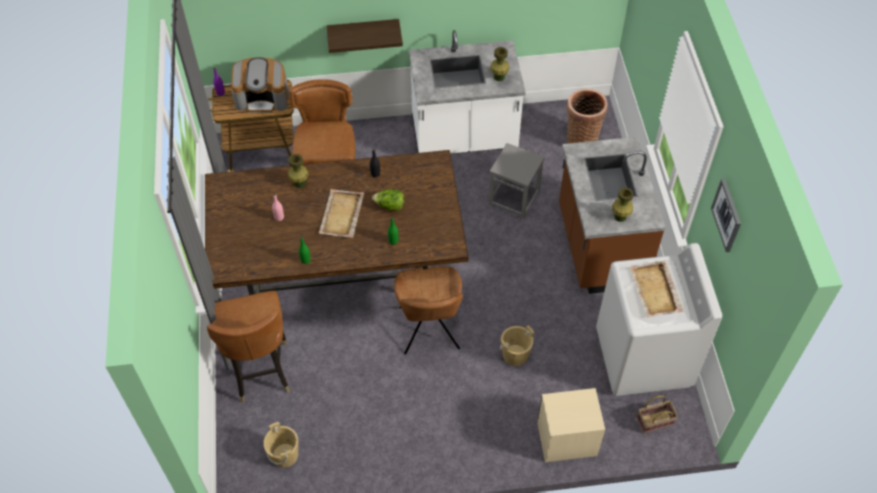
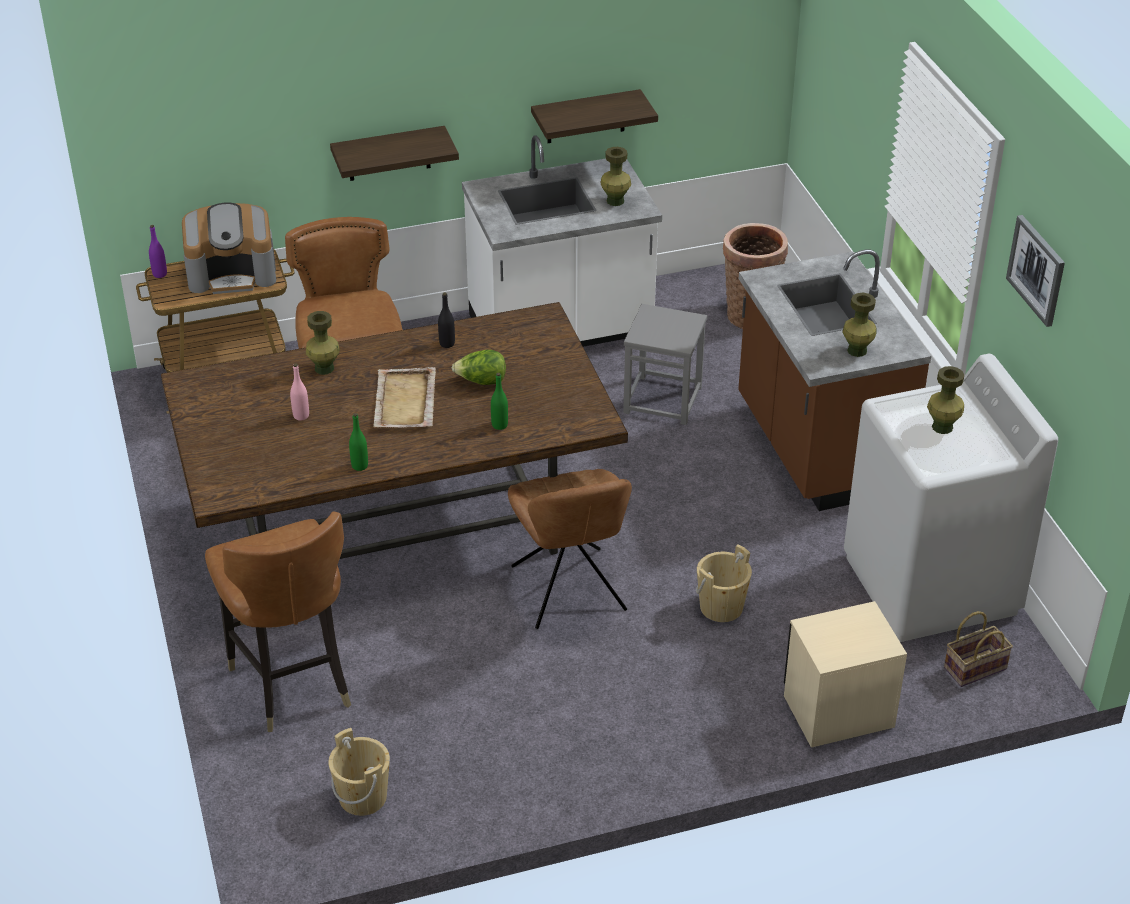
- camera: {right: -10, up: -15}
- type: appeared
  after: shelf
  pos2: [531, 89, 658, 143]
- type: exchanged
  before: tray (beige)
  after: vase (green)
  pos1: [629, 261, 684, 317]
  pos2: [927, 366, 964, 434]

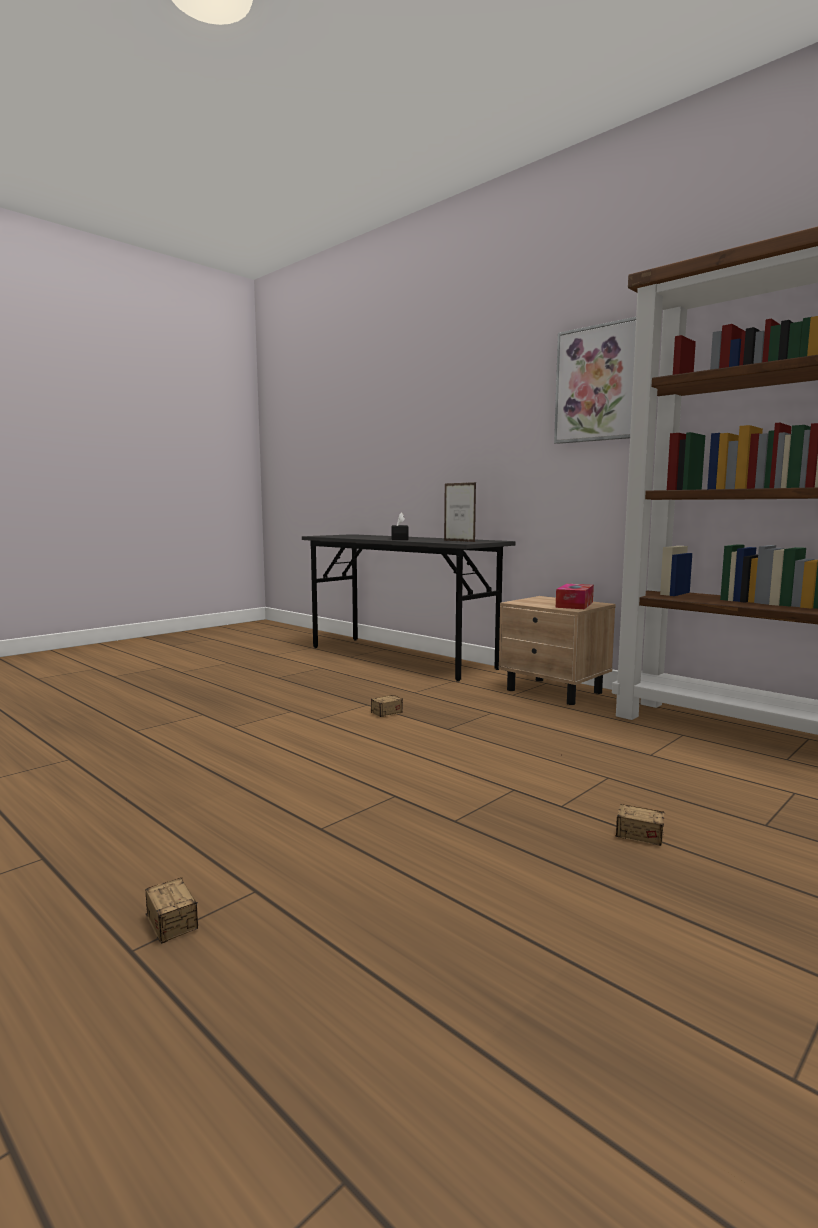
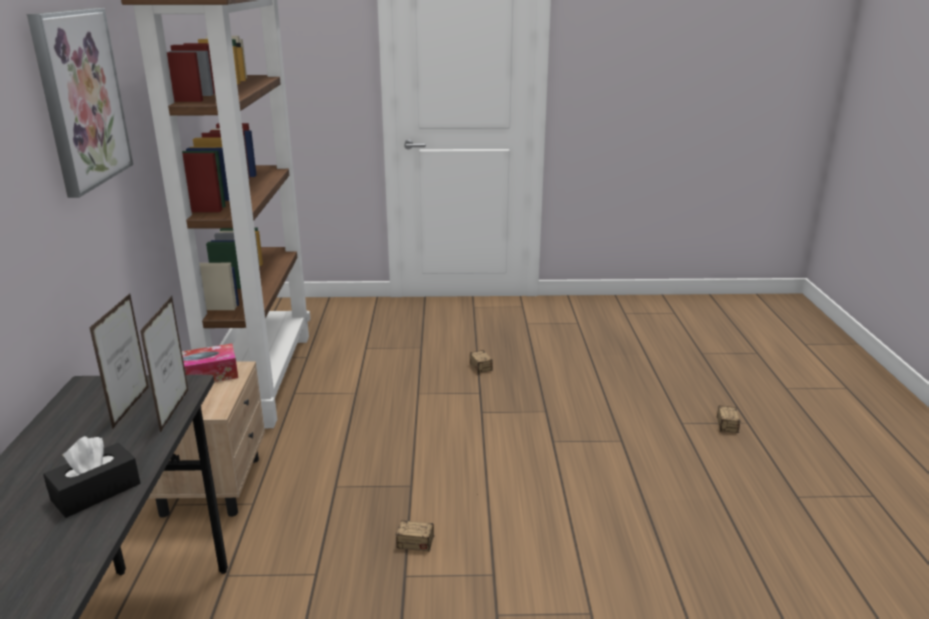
- camera: {right: -135, up: 15}
- type: appeared
  after: picture frame
  pos2: [140, 296, 188, 433]

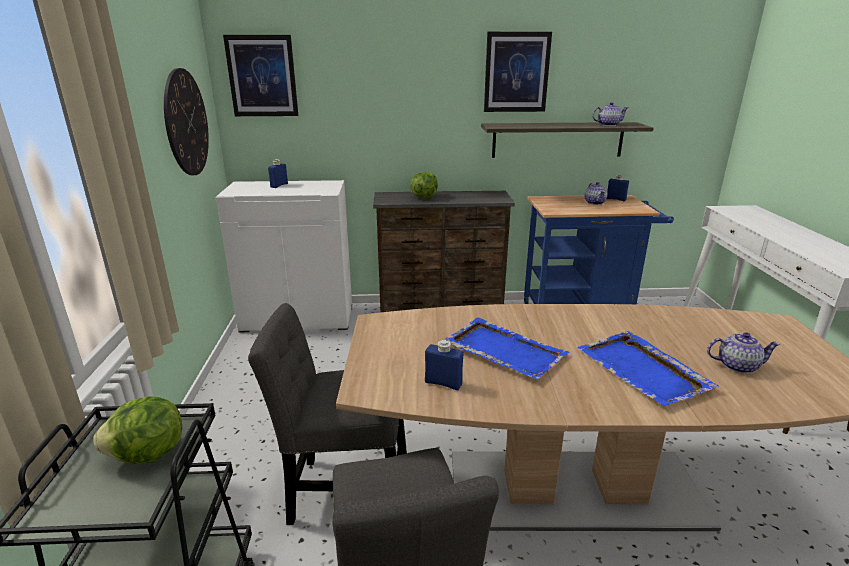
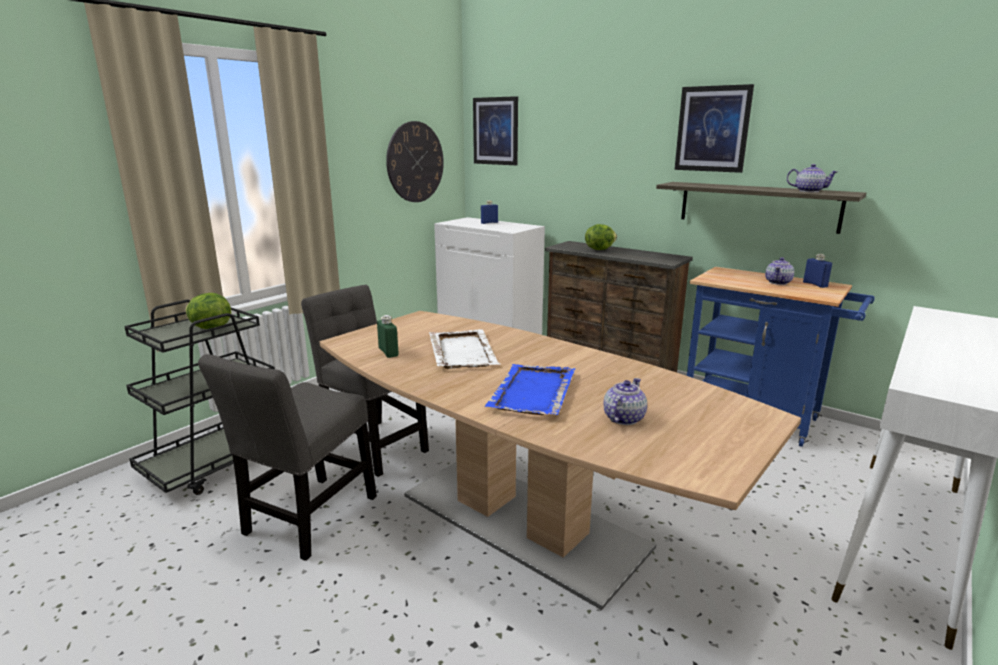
- camera: {right: 40, up: -5}
- type: colour
  before: bottle (blue)
  after: bottle (green)
  pos1: [425, 340, 463, 390]
  pos2: [377, 315, 399, 358]
- type: colour
  before: tray (blue)
  after: tray (white)
  pos1: [443, 317, 569, 379]
  pos2: [429, 329, 500, 369]
- type: spun
  before: teapot
  pos1: [707, 332, 780, 373]
  pos2: [604, 378, 647, 425]
  turn: -105

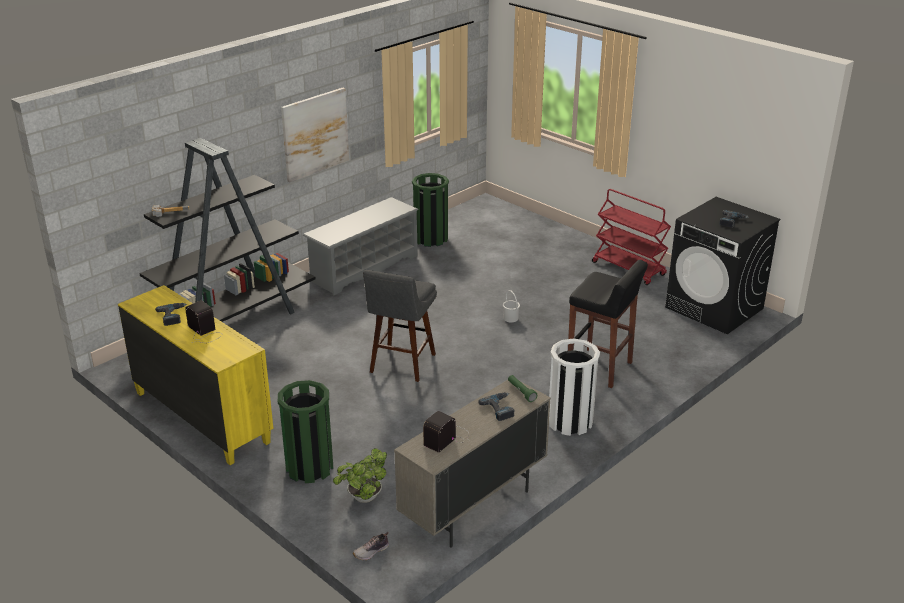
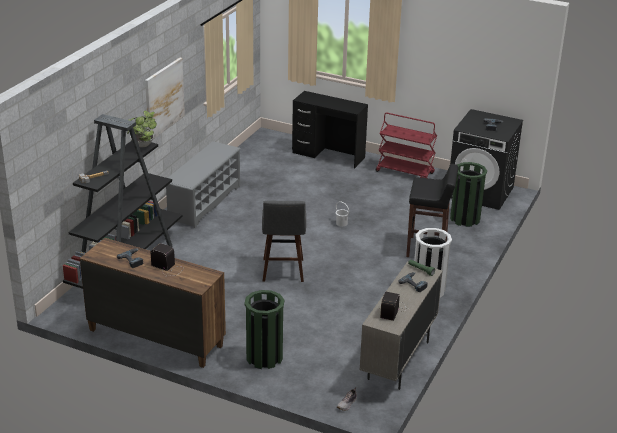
- camera: {right: -20, up: 0}
- type: appeared
  after: desk (black)
  pos2: [292, 91, 368, 168]
- type: relocated
  before: potted plant
  pos1: [333, 448, 387, 503]
  pos2: [127, 111, 157, 147]
- type: relocated
  before: trash can (green)
  pos1: [412, 173, 449, 247]
  pos2: [450, 162, 487, 227]
- type: colour
  before: dresser (yellow)
  after: dresser (brown)
  pos1: [118, 285, 274, 465]
  pos2: [80, 238, 226, 368]

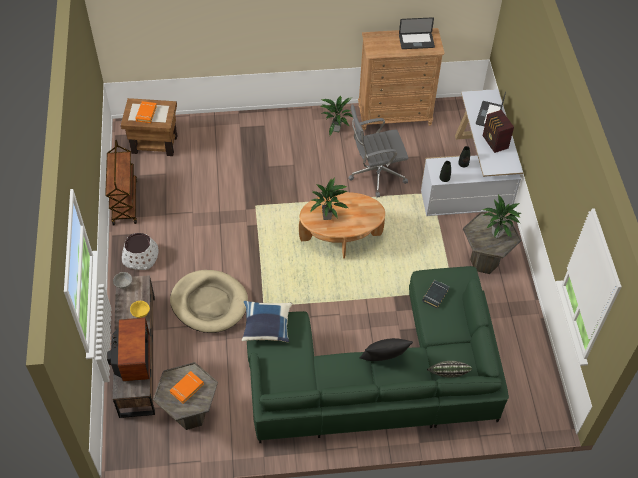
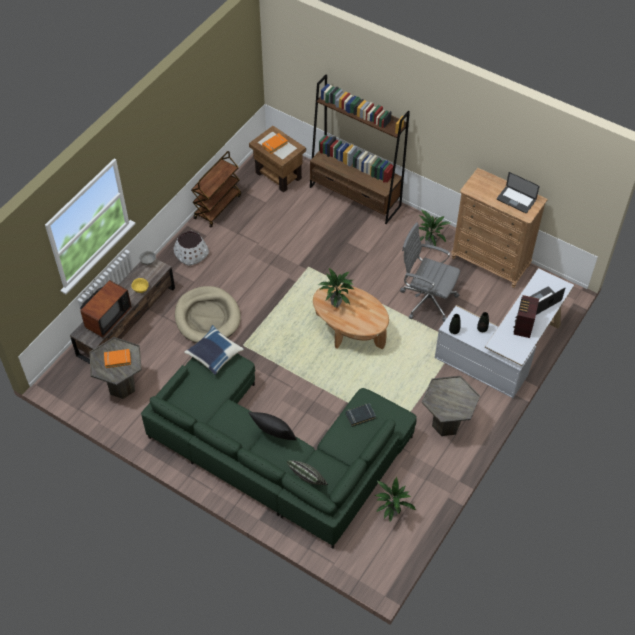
- camera: {right: 40, up: 0}
- type: appeared
  after: bookcase (brown)
  pos2: [310, 75, 410, 224]
- type: relocated
  before: potted plant
  pos1: [482, 194, 521, 238]
  pos2: [374, 476, 416, 522]

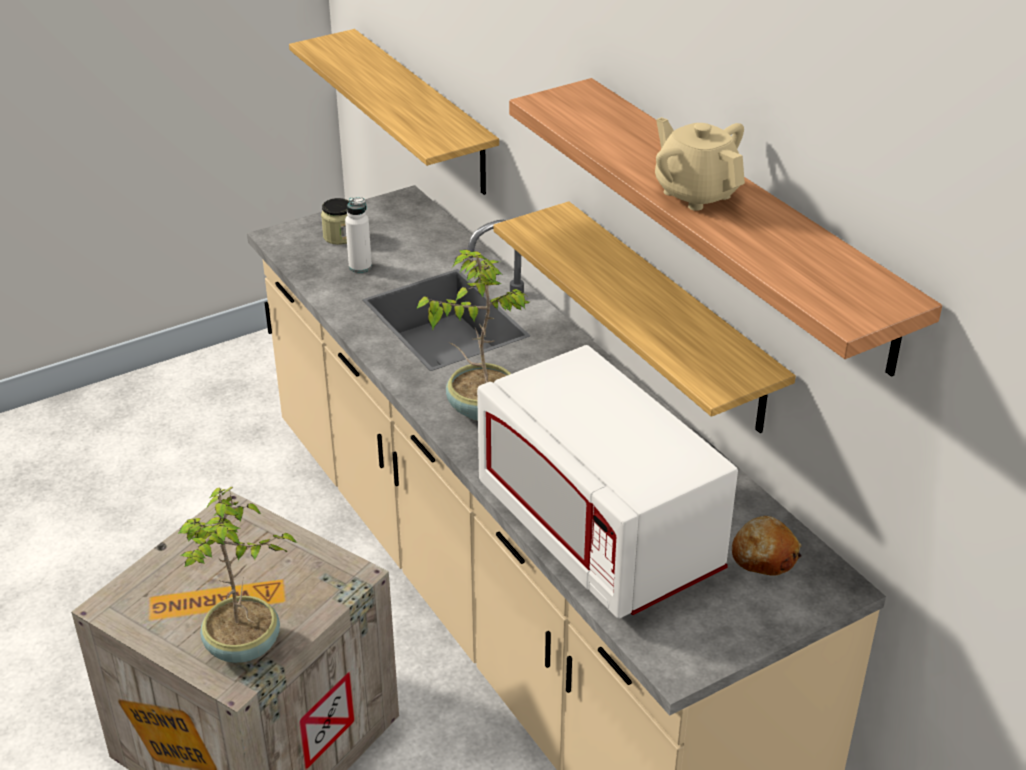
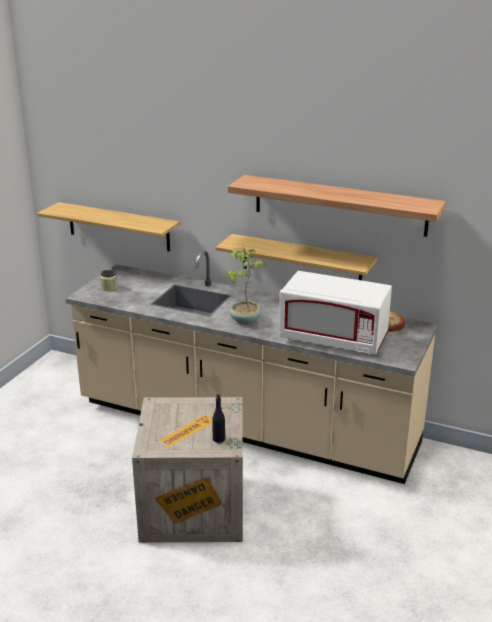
- camera: {right: -35, up: -10}
- type: missing
  before: bottle (white)
  pos1: [345, 197, 372, 273]
- type: missing
  before: teapot (beige)
  pos1: [655, 117, 745, 211]
- type: exchanged
  before: potted plant
  after: bottle (black)
  pos1: [177, 487, 297, 663]
  pos2: [212, 393, 225, 443]

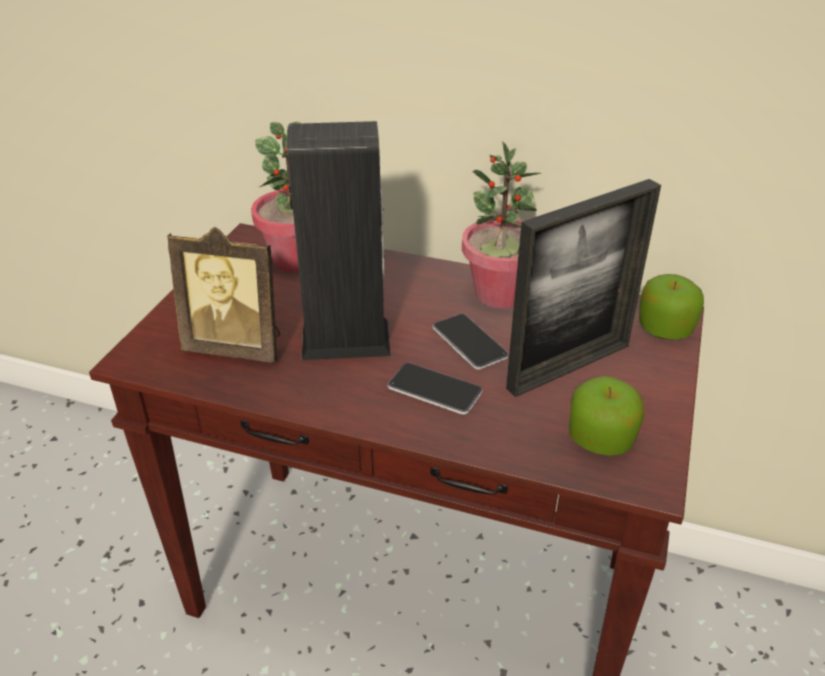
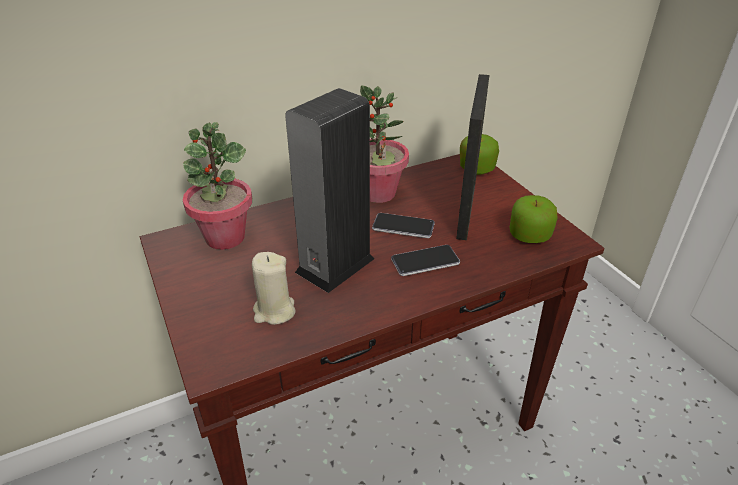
- camera: {right: -45, up: 0}
- type: exchanged
  before: picture frame
  after: candle (beige)
  pos1: [167, 227, 280, 363]
  pos2: [252, 252, 296, 325]

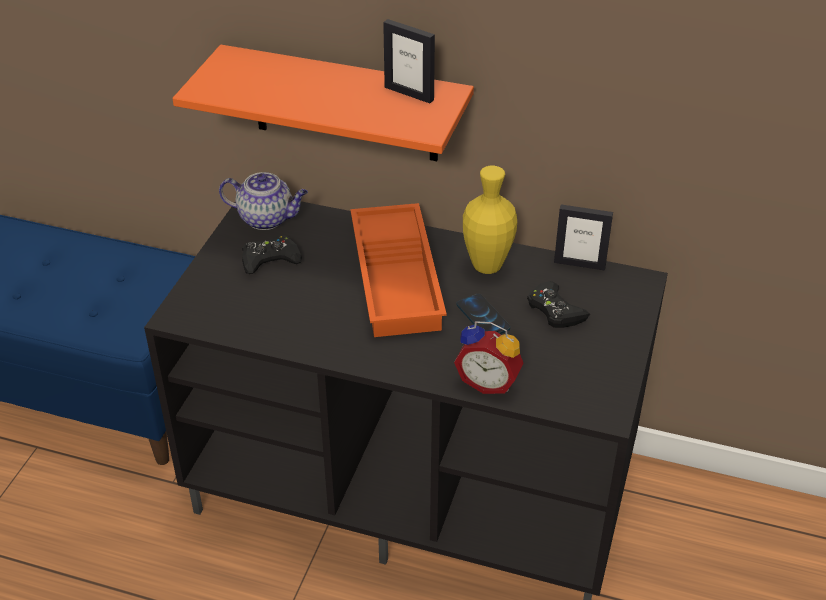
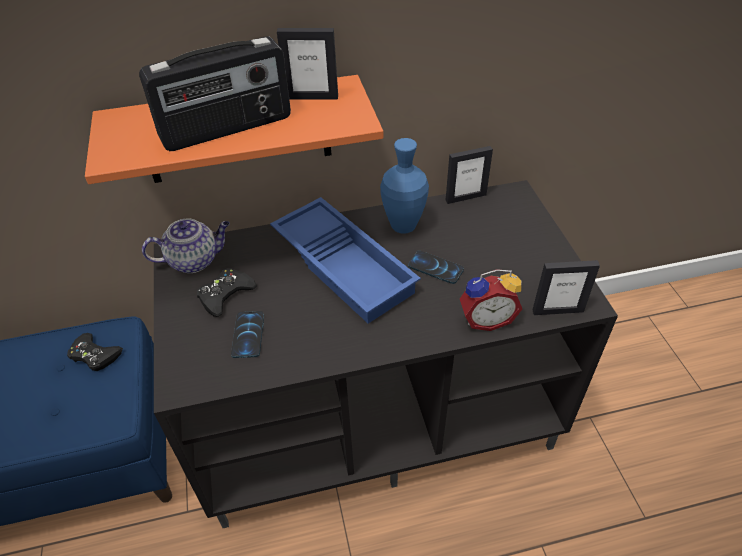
- camera: {right: -30, up: 5}
- type: appeared
  after: radio
  pos2: [139, 36, 291, 151]
- type: appeared
  after: phone
  pos2: [231, 311, 264, 358]
- type: appeared
  after: picture frame
  pos2: [533, 260, 600, 315]
- type: relocated
  before: game controller (black)
  pos1: [527, 281, 590, 328]
  pos2: [67, 333, 123, 371]
- type: colour
  before: tray (orange)
  after: tray (blue)
  pos1: [351, 203, 447, 337]
  pos2: [270, 197, 421, 324]
- type: colour
  before: vase (yellow)
  after: vase (blue)
  pos1: [463, 166, 517, 274]
  pos2: [380, 138, 429, 234]

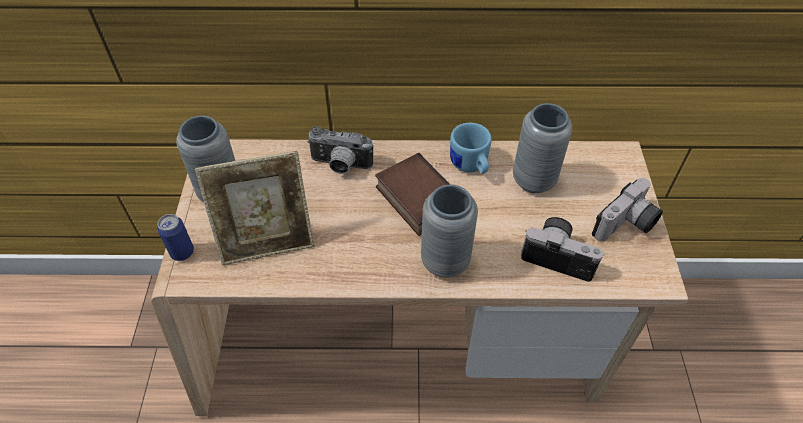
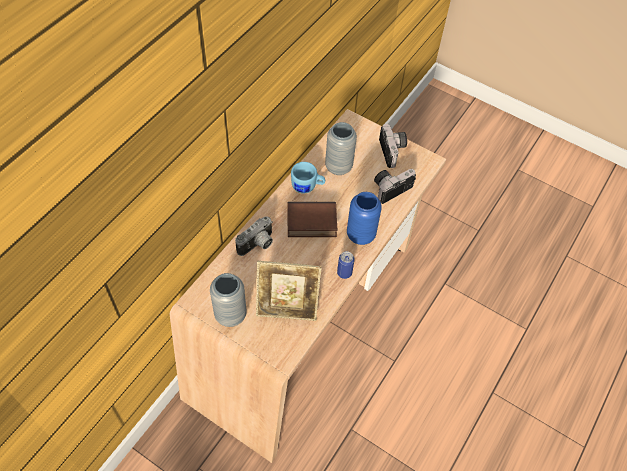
- camera: {right: -60, up: 5}
- type: relocated
  before: can
  pos1: [157, 214, 194, 261]
  pos2: [337, 251, 354, 279]
- type: colour
  before: vase (grey)
  after: vase (blue)
  pos1: [421, 185, 478, 278]
  pos2: [347, 192, 382, 245]
- type: spun
  before: picture frame
  pos1: [195, 151, 315, 265]
  pos2: [256, 261, 322, 321]
  turn: 75

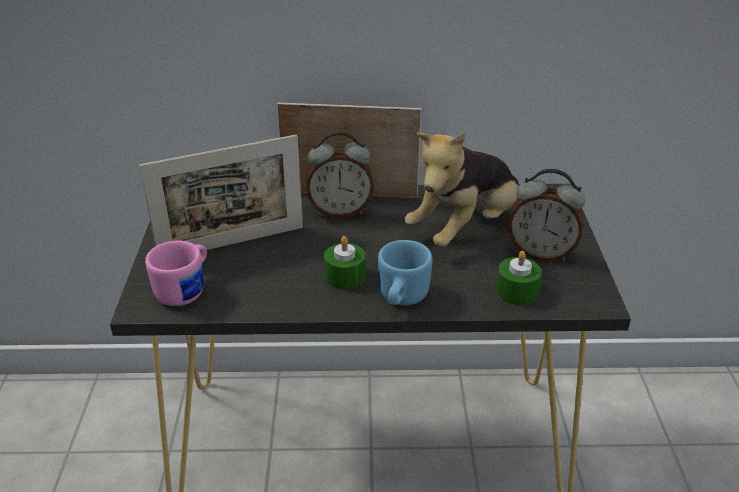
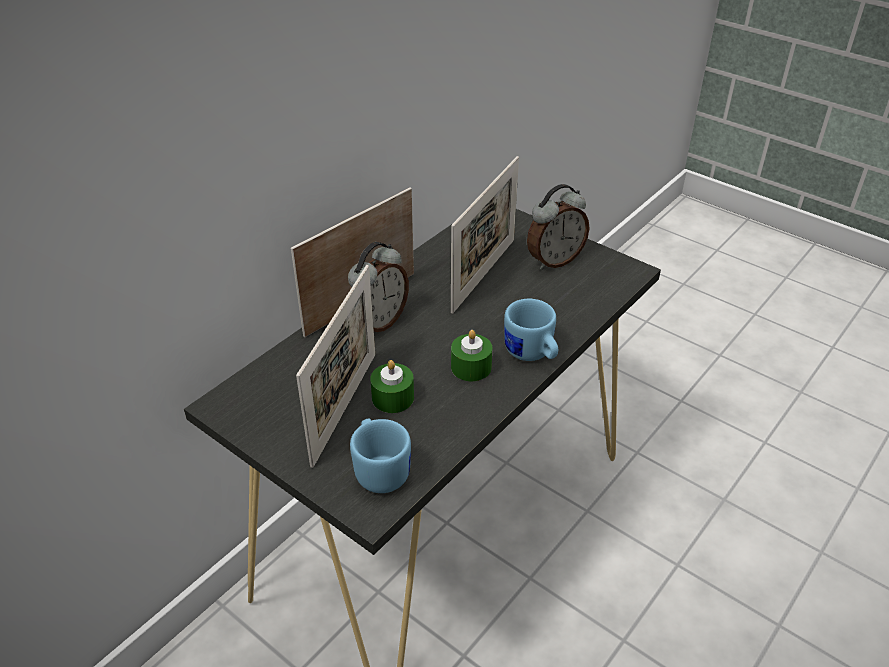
- camera: {right: -50, up: 5}
- type: relocated
  before: candle (green)
  pos1: [496, 251, 542, 305]
  pos2: [370, 360, 414, 413]
- type: exchanged
  before: plush toy
  after: picture frame
  pos1: [405, 132, 519, 247]
  pos2: [451, 156, 519, 314]
- type: colour
  before: mug (pink)
  after: mug (blue)
  pos1: [145, 240, 207, 306]
  pos2: [350, 418, 411, 493]

